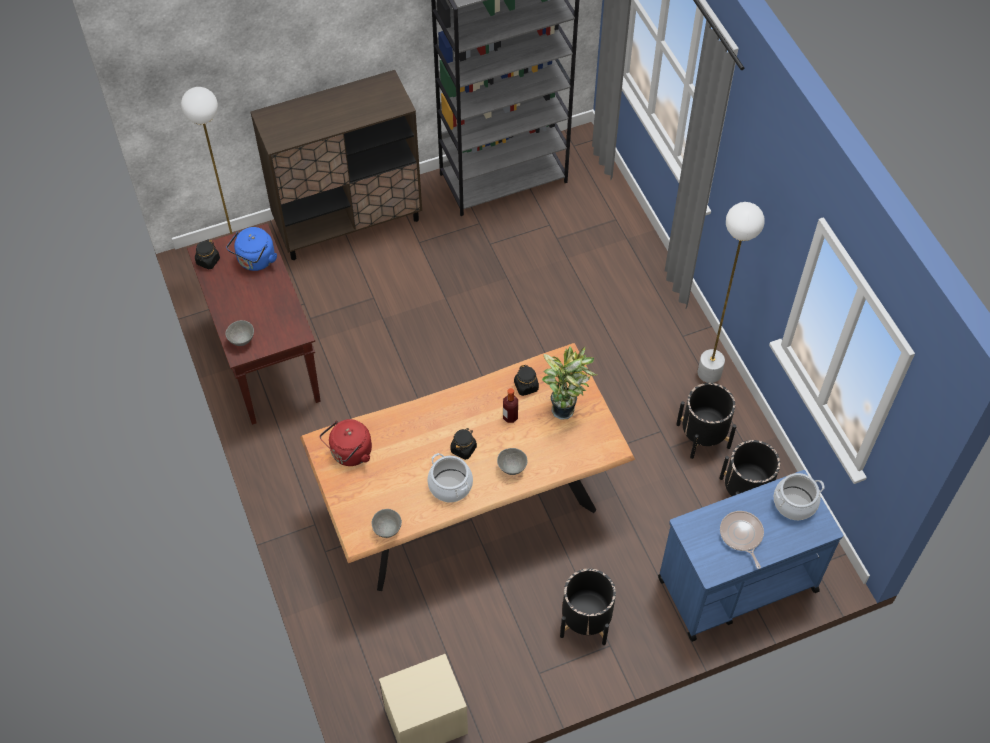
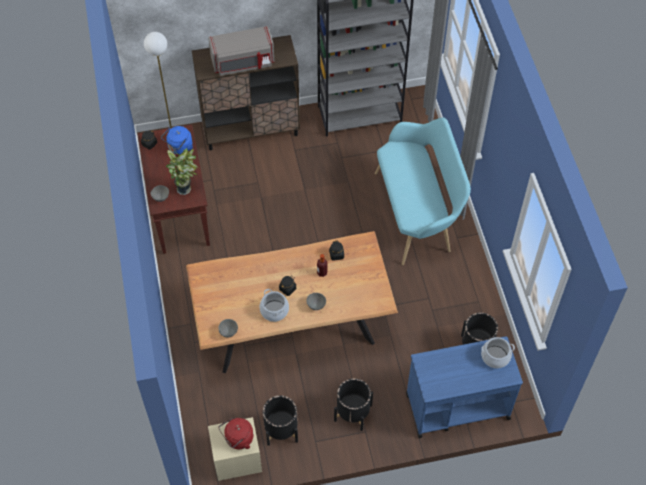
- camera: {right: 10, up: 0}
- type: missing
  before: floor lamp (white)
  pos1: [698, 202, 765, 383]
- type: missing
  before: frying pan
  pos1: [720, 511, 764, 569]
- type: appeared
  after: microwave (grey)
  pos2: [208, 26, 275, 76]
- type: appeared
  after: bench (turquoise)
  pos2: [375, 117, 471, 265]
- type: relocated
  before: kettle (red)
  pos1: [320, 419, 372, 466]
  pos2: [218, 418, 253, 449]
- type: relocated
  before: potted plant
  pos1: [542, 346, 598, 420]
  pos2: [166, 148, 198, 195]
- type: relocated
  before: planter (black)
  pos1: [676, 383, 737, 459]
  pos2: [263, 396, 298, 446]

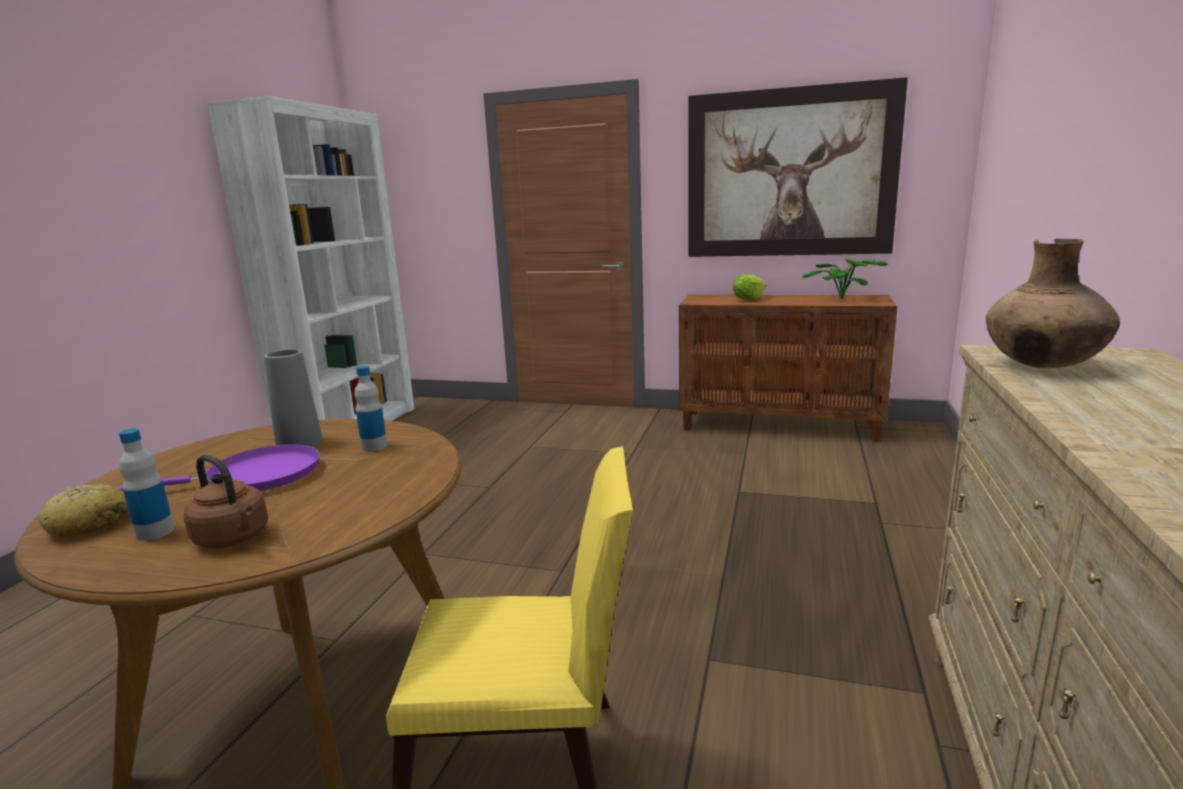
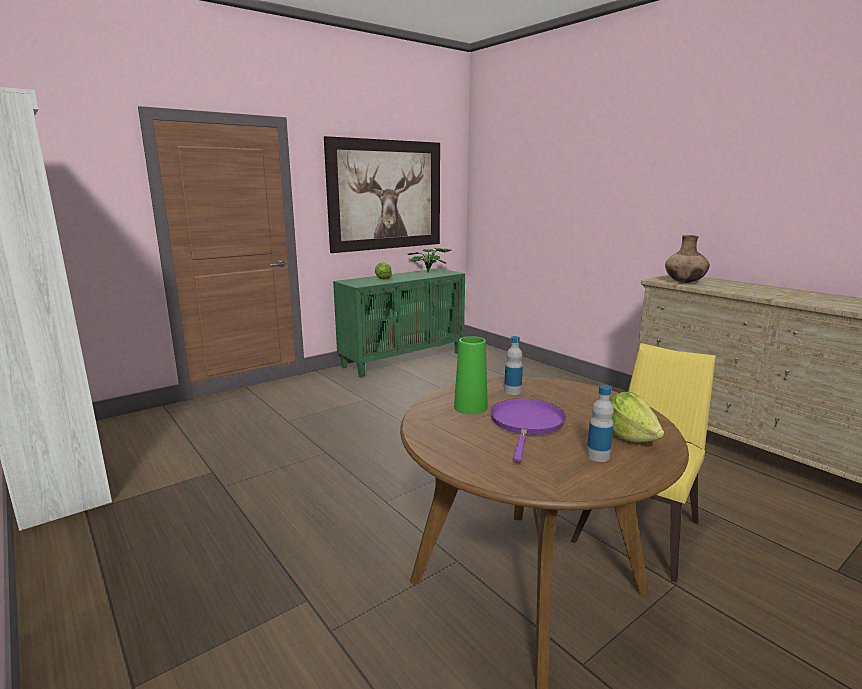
- camera: {right: -55, up: 0}
- type: missing
  before: bread
  pos1: [39, 485, 129, 538]
- type: exchanged
  before: kettle (brown)
  after: lettuce
  pos1: [184, 455, 268, 548]
  pos2: [609, 392, 664, 443]
- type: colour
  before: vase (grey)
  after: vase (green)
  pos1: [264, 349, 323, 447]
  pos2: [454, 336, 487, 414]
- type: colour
  before: cabinet (brown)
  after: cabinet (green)
  pos1: [679, 295, 898, 442]
  pos2: [333, 268, 465, 378]

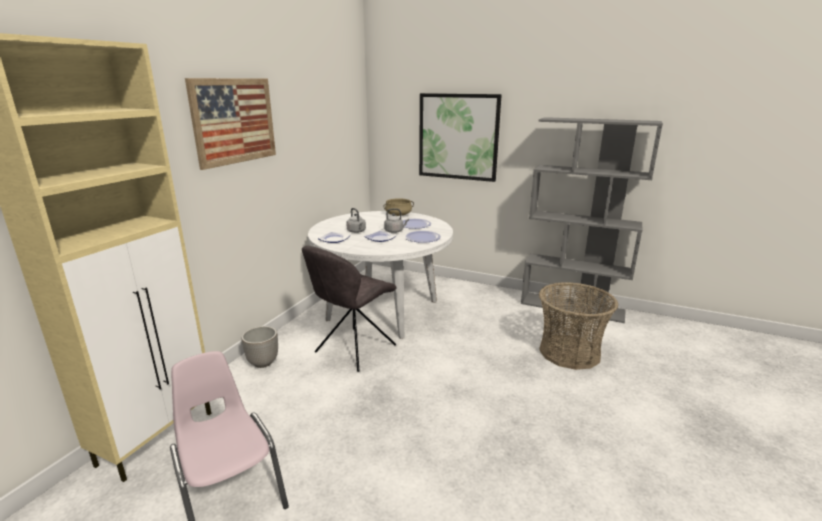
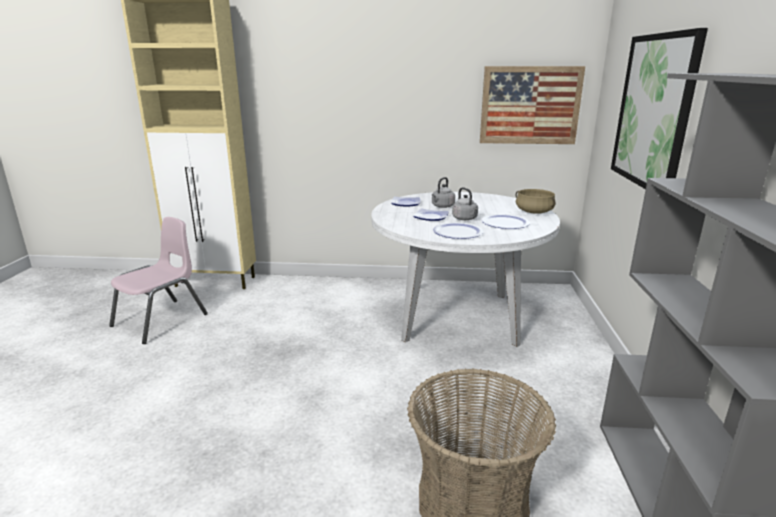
- camera: {right: 70, up: 0}
- type: missing
  before: planter
  pos1: [241, 326, 278, 368]
- type: missing
  before: chair (grey)
  pos1: [302, 245, 396, 372]
- type: relocated
  before: picture
  pos1: [185, 78, 276, 170]
  pos2: [480, 66, 585, 144]

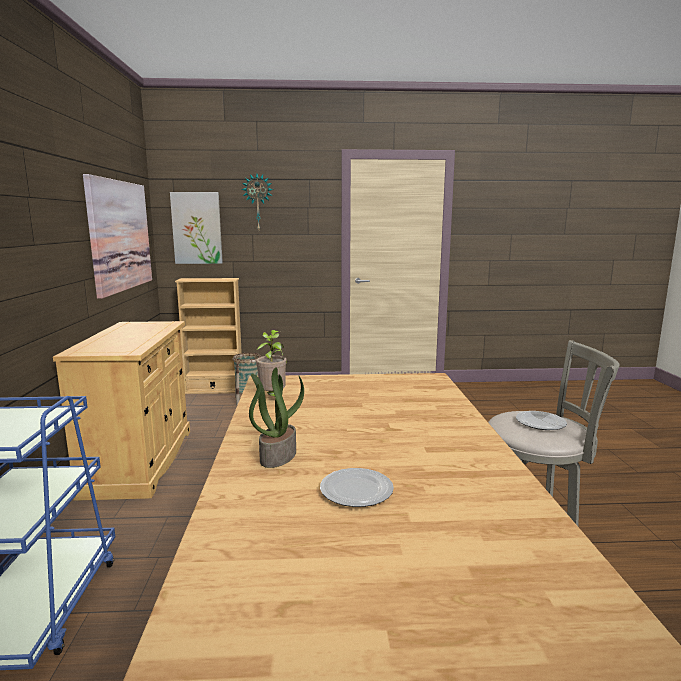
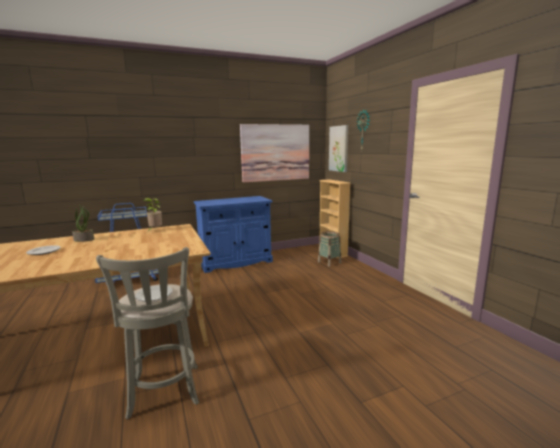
- camera: {right: 70, up: 0}
- type: colour
  before: cabinet (beige)
  after: cabinet (blue)
  pos1: [53, 321, 190, 501]
  pos2: [194, 196, 273, 273]

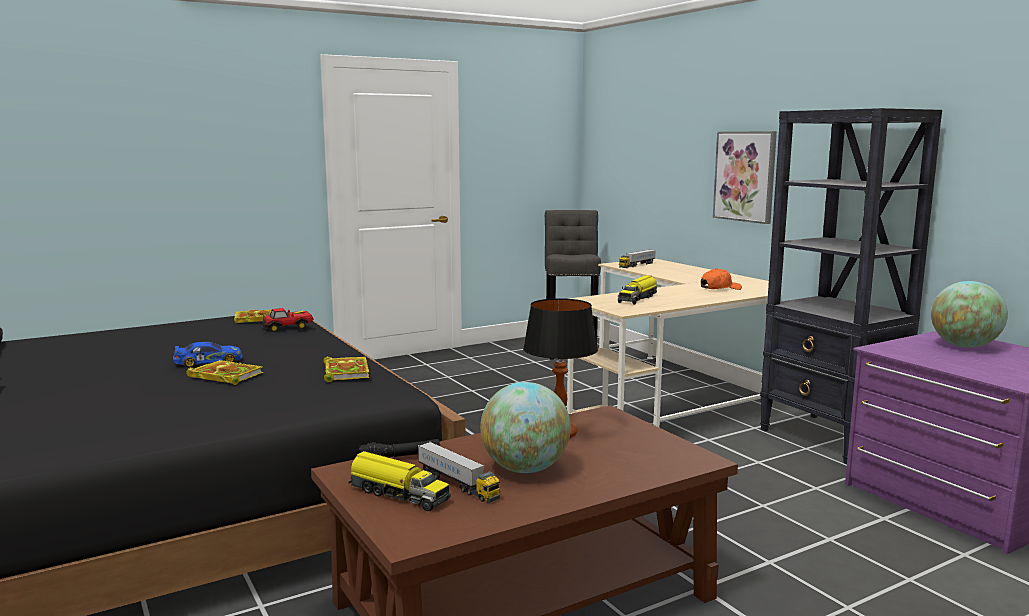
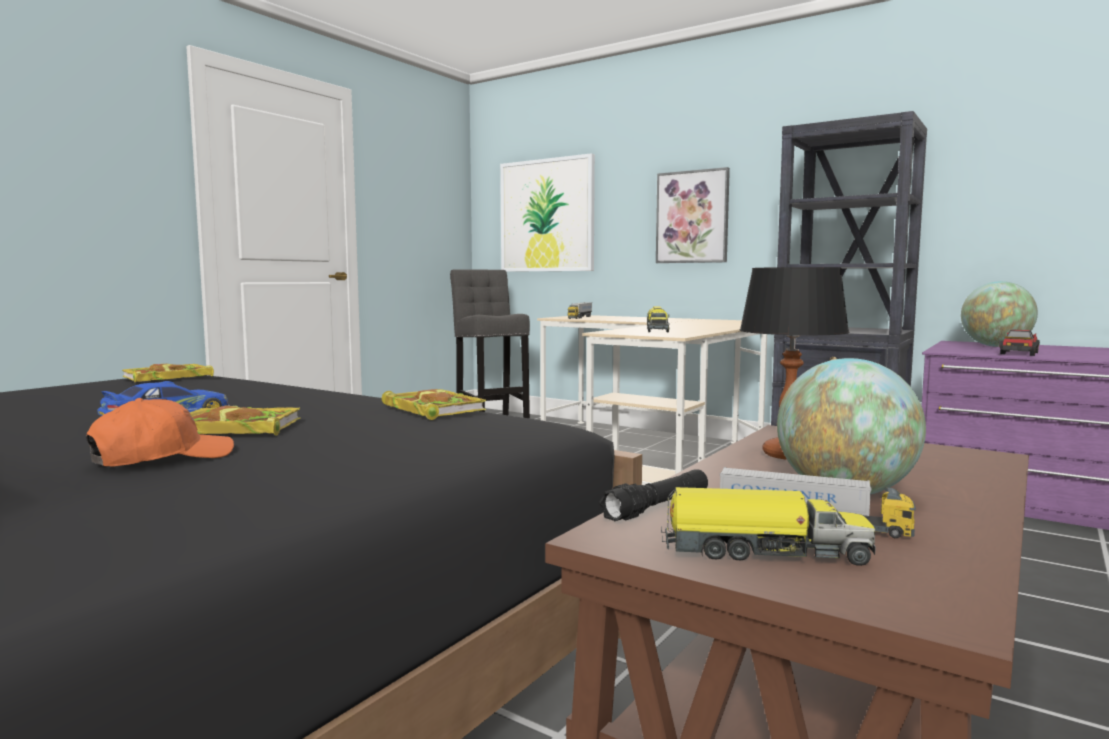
- camera: {right: -25, up: -5}
- type: appeared
  after: picture
  pos2: [500, 153, 595, 272]
- type: relocated
  before: toy car
  pos1: [262, 308, 313, 332]
  pos2: [999, 330, 1040, 356]
- type: relocated
  before: cap (orange)
  pos1: [701, 268, 742, 290]
  pos2: [86, 398, 234, 467]

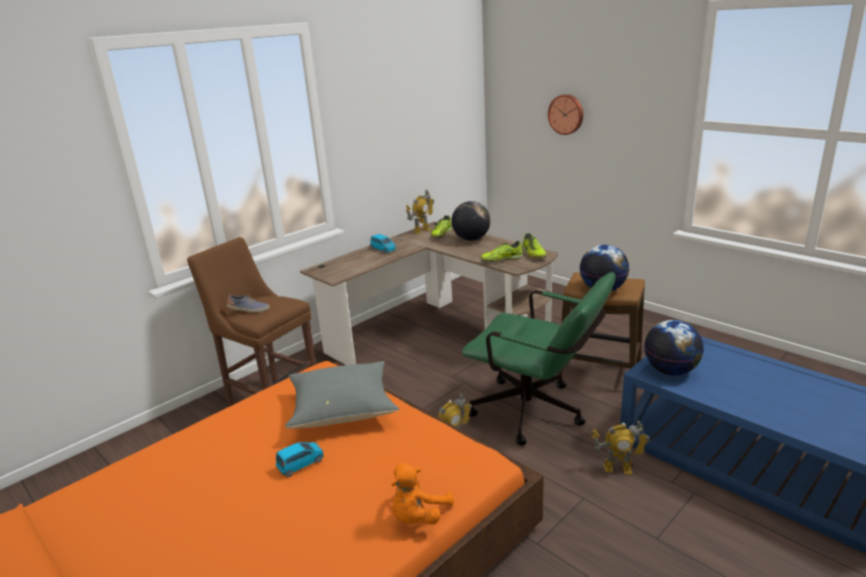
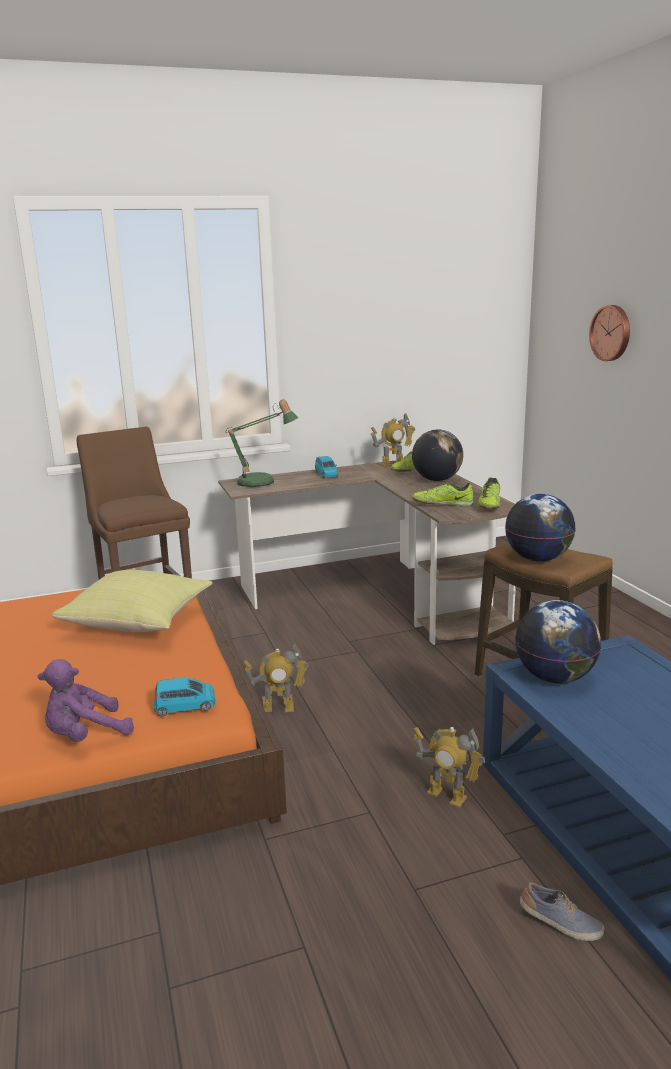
- camera: {right: 25, up: -5}
- type: missing
  before: office chair (green)
  pos1: [462, 272, 616, 446]
- type: appeared
  after: table lamp
  pos2: [226, 399, 299, 487]
- type: relocated
  before: shoe
  pos1: [227, 294, 270, 313]
  pos2: [520, 882, 604, 941]
- type: relocated
  before: toy car (blue)
  pos1: [276, 442, 323, 477]
  pos2: [154, 678, 216, 717]
- type: colour
  before: pillow (grey)
  after: pillow (yellow)
  pos1: [285, 361, 399, 429]
  pos2: [52, 570, 213, 632]
- type: colour
  before: plush toy (orange)
  after: plush toy (purple)
  pos1: [391, 464, 454, 525]
  pos2: [37, 659, 134, 742]

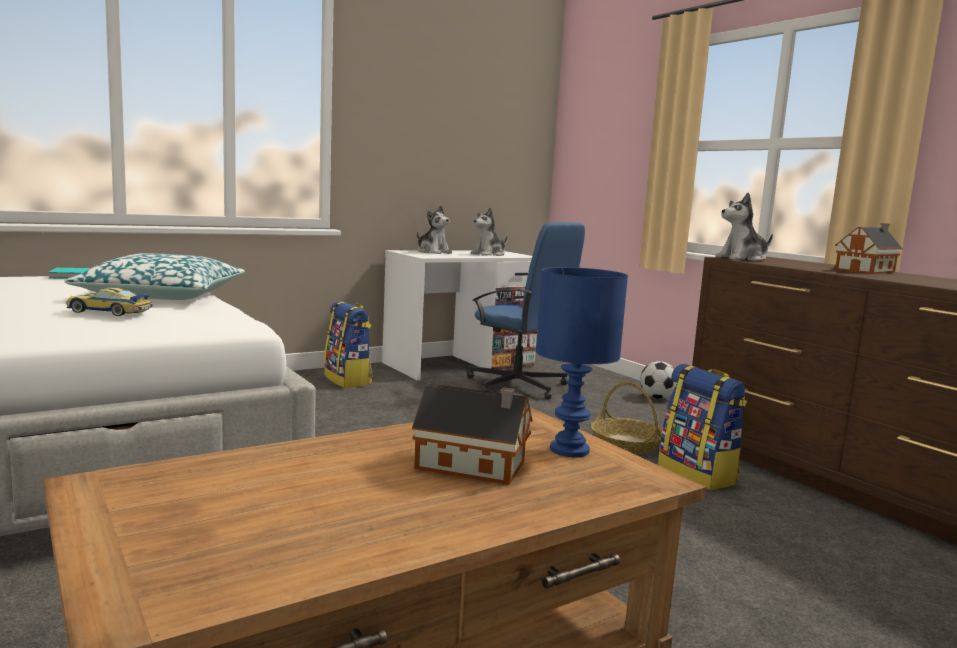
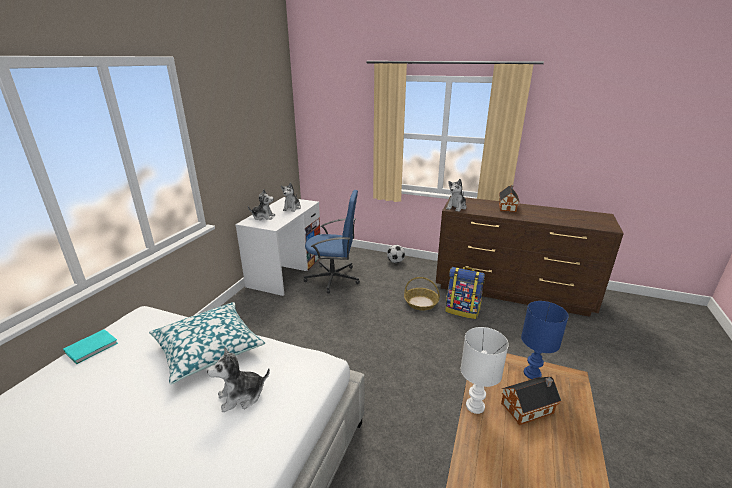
- camera: {right: -35, up: 15}
- type: missing
  before: backpack
  pos1: [324, 301, 373, 388]
- type: appeared
  after: table lamp (white)
  pos2: [461, 327, 509, 414]
- type: exchanged
  before: toy car
  after: plush toy
  pos1: [65, 288, 153, 316]
  pos2: [207, 347, 270, 412]

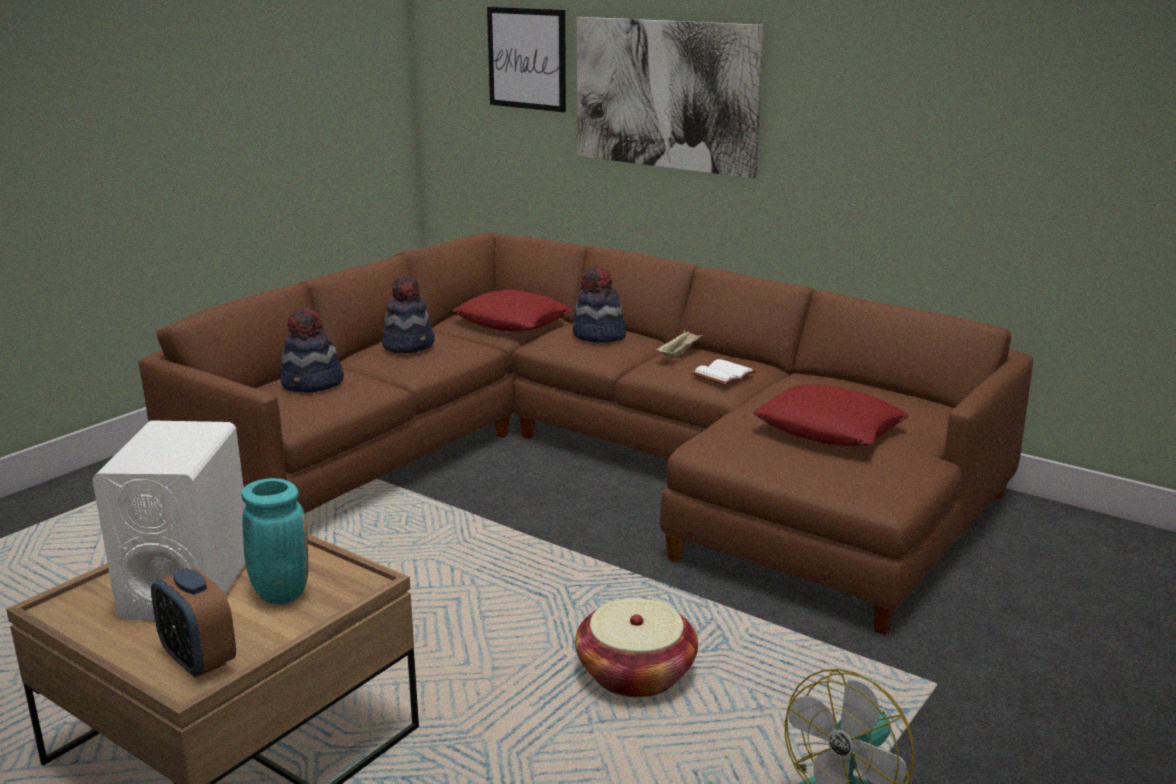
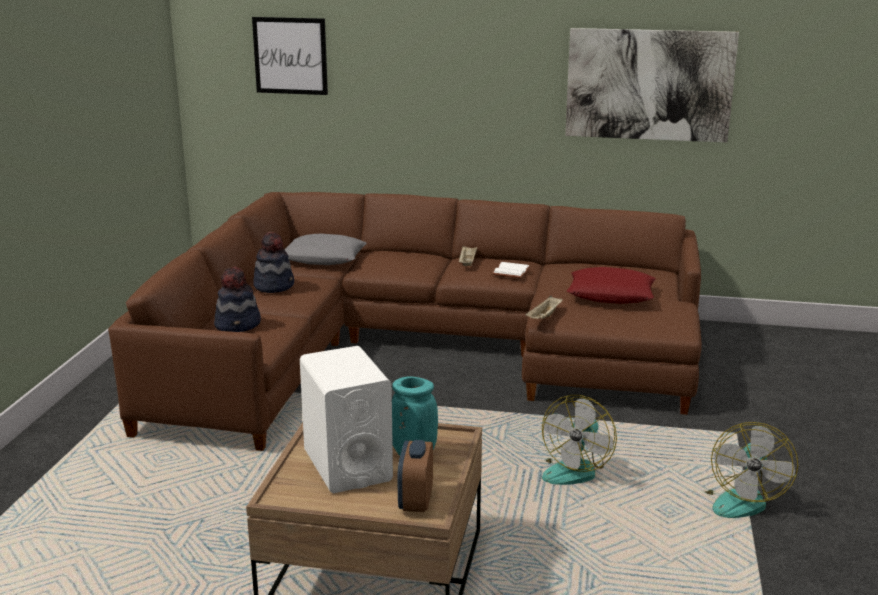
- camera: {right: -25, up: 0}
- type: missing
  before: hat
  pos1: [572, 267, 626, 343]
- type: appeared
  after: tray (beige)
  pos2: [525, 296, 563, 319]
- type: relocated
  before: picture
  pos1: [577, 17, 765, 178]
  pos2: [565, 28, 739, 143]
- type: exchanged
  before: basket
  after: fan
  pos1: [575, 598, 698, 698]
  pos2: [542, 395, 617, 485]
- type: colour
  before: pillow (red)
  after: pillow (grey)
  pos1: [452, 290, 572, 331]
  pos2: [285, 234, 367, 265]
- type: spun
  before: alarm clock
  pos1: [151, 568, 236, 678]
  pos2: [397, 440, 433, 512]
  turn: 75

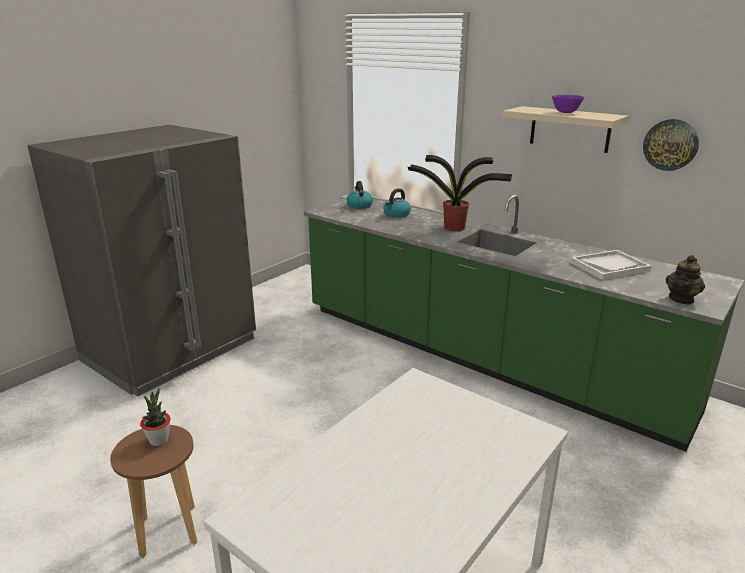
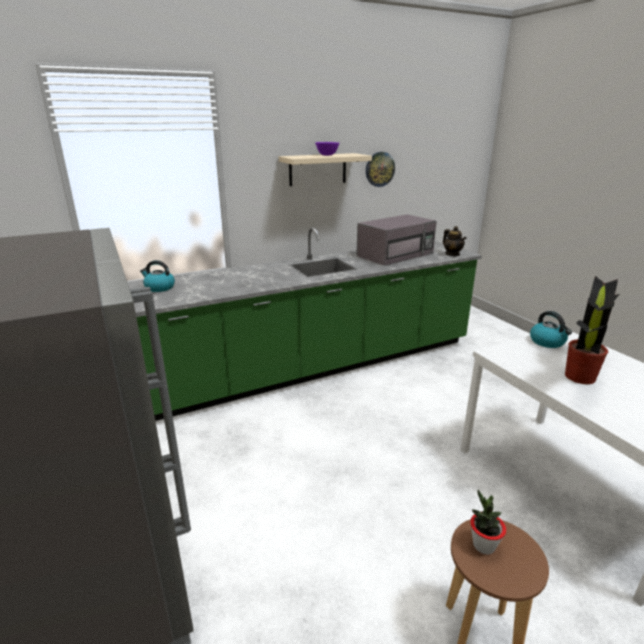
- camera: {right: -65, up: 0}
- type: relocated
  before: kettle
  pos1: [383, 188, 411, 218]
  pos2: [530, 311, 572, 348]
- type: relocated
  before: potted plant
  pos1: [408, 155, 512, 231]
  pos2: [565, 276, 620, 384]
- type: exchanged
  before: tray (white)
  after: microwave (grey)
  pos1: [570, 250, 651, 280]
  pos2: [356, 214, 437, 266]

